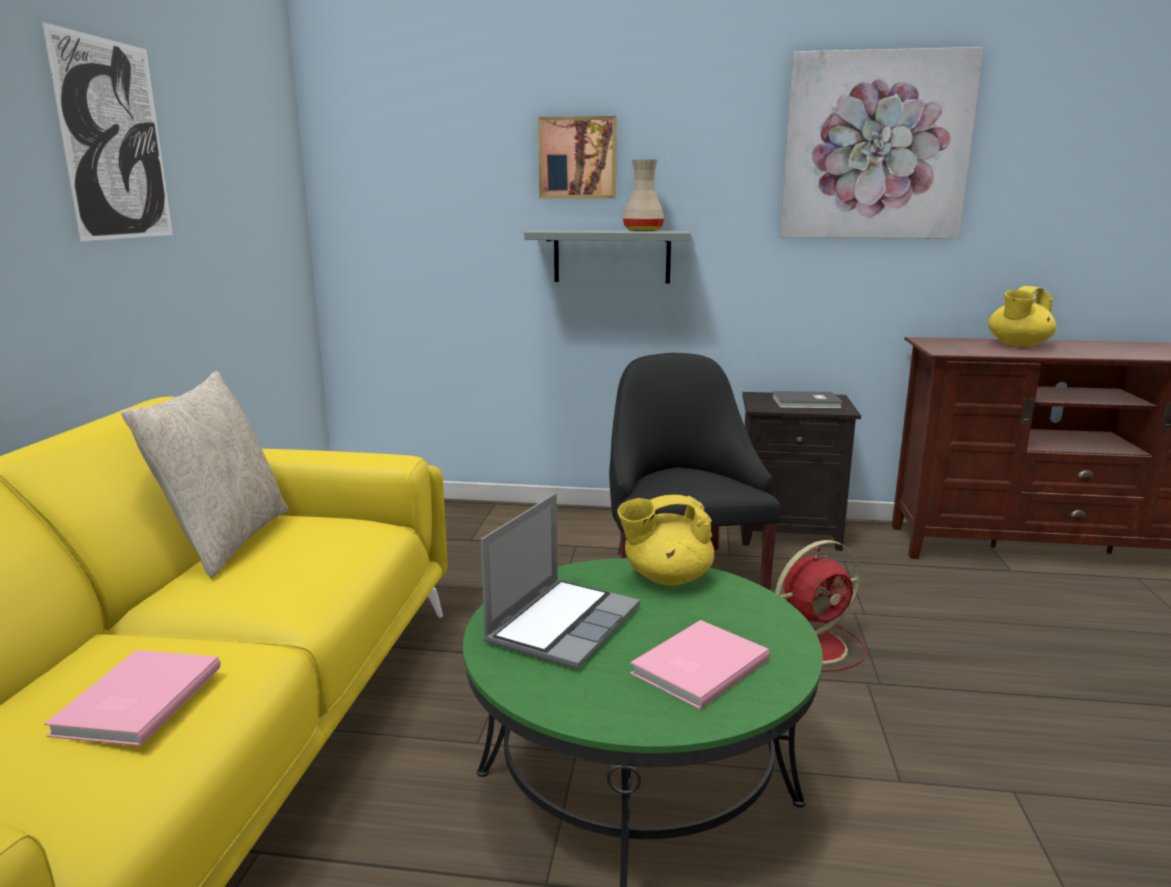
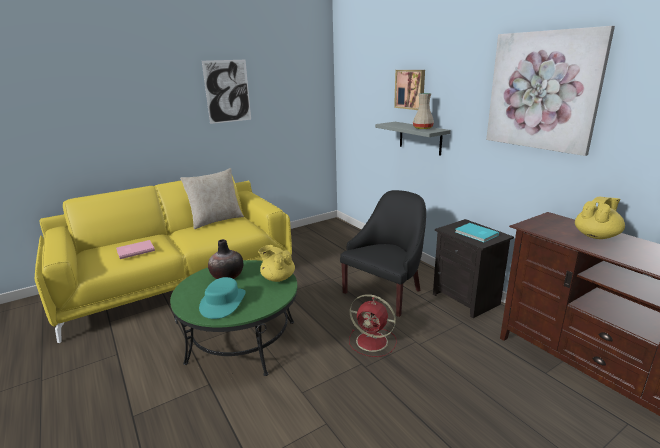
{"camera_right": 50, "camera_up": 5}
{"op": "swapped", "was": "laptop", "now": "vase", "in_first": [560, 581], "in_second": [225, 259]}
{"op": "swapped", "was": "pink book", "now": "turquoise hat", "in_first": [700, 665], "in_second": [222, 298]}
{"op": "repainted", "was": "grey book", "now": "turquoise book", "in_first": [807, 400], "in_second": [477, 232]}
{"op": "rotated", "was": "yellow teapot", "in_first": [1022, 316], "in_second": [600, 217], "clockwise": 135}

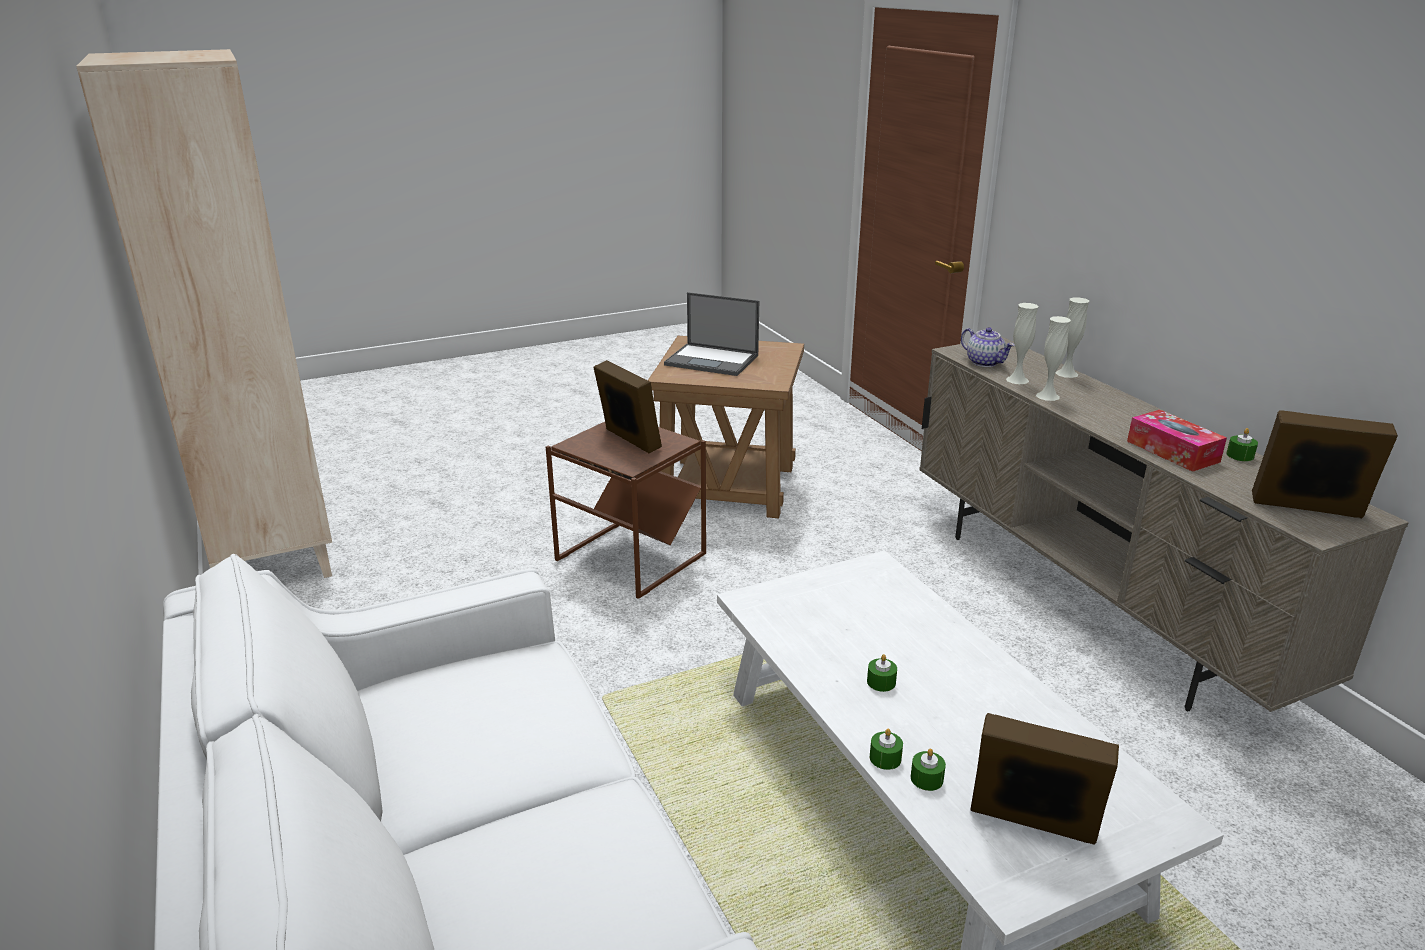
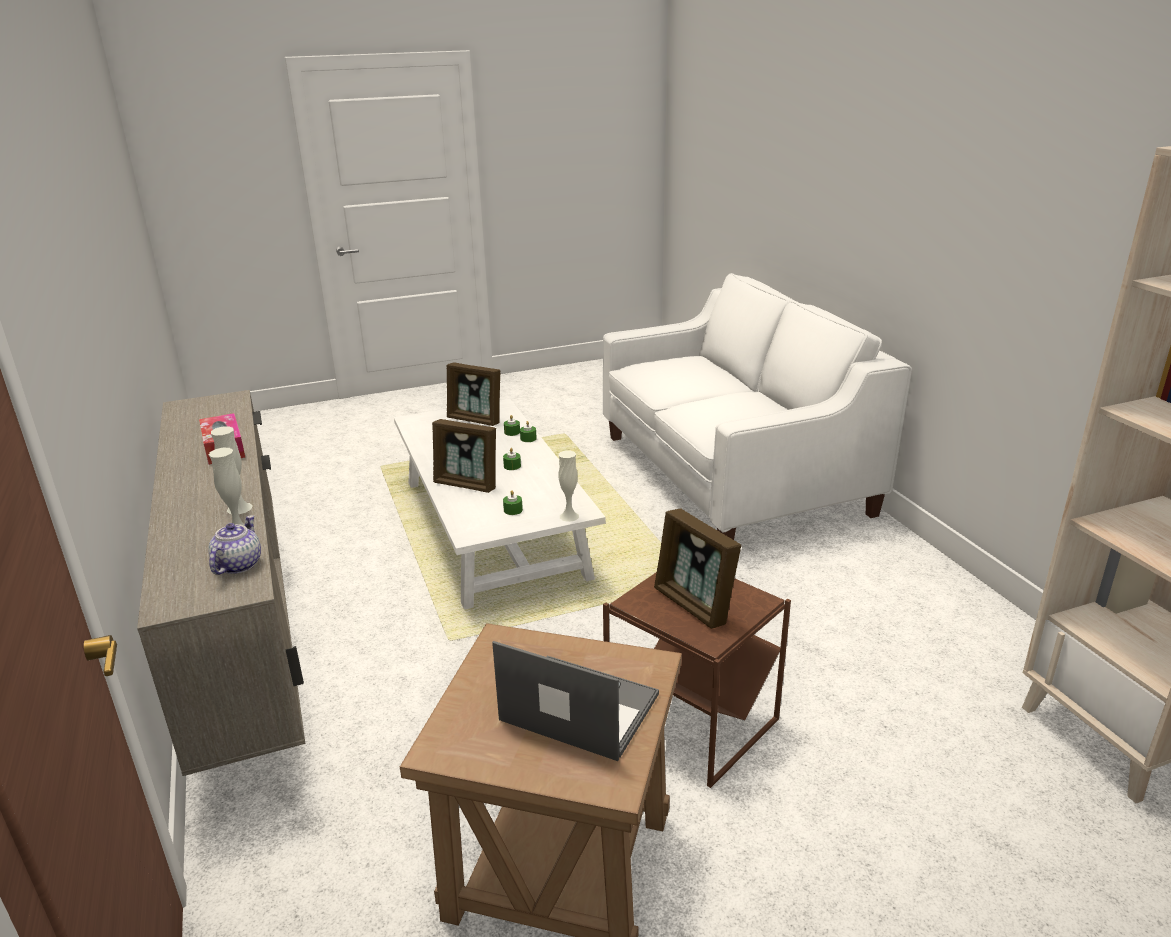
{"camera_right": -175, "camera_up": 0}
{"op": "rotated", "was": "teapot", "in_first": [988, 347], "in_second": [234, 545], "clockwise": 45}
{"op": "shifted", "was": "white vase", "in_first": [1072, 337], "in_second": [568, 486]}
{"op": "shifted", "was": "green candle", "in_first": [1242, 444], "in_second": [513, 502]}
{"op": "shifted", "was": "picture frame", "in_first": [1325, 464], "in_second": [464, 456]}

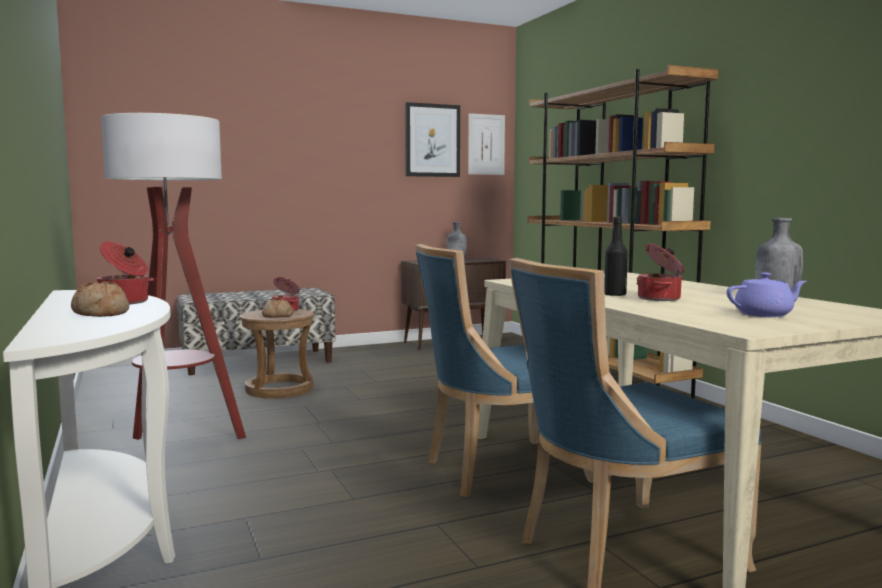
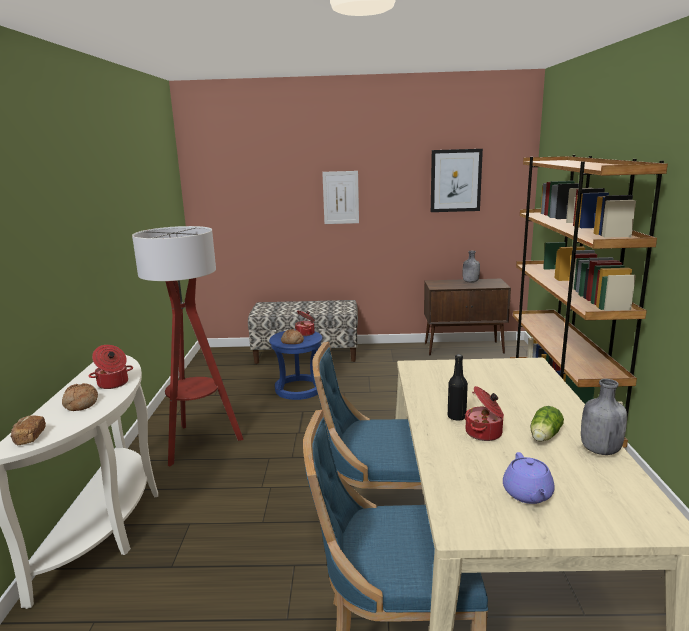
{"camera_right": 25, "camera_up": 10}
{"op": "repainted", "was": "brown stool", "now": "blue stool", "in_first": [276, 354], "in_second": [295, 365]}
{"op": "shifted", "was": "picture", "in_first": [486, 144], "in_second": [340, 197]}
{"op": "rotated", "was": "purple teapot", "in_first": [767, 294], "in_second": [529, 478], "clockwise": 75}
{"op": "new", "now": "bread", "in_second": [28, 430]}
{"op": "new", "now": "lettuce", "in_second": [547, 424]}

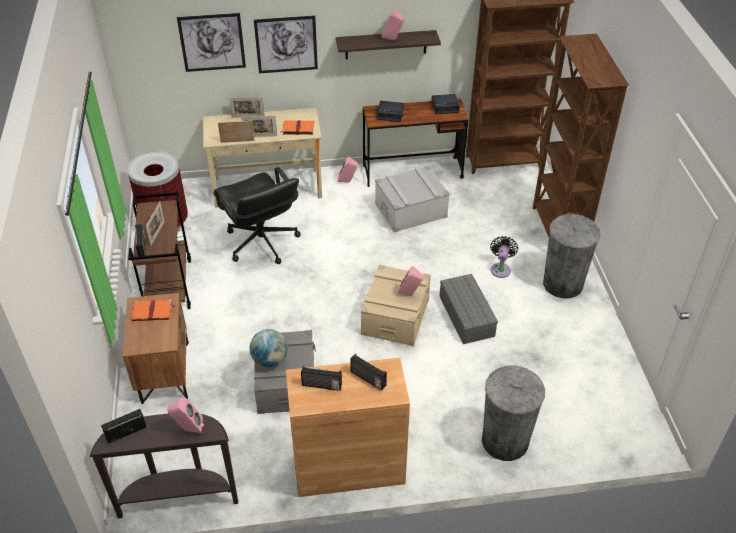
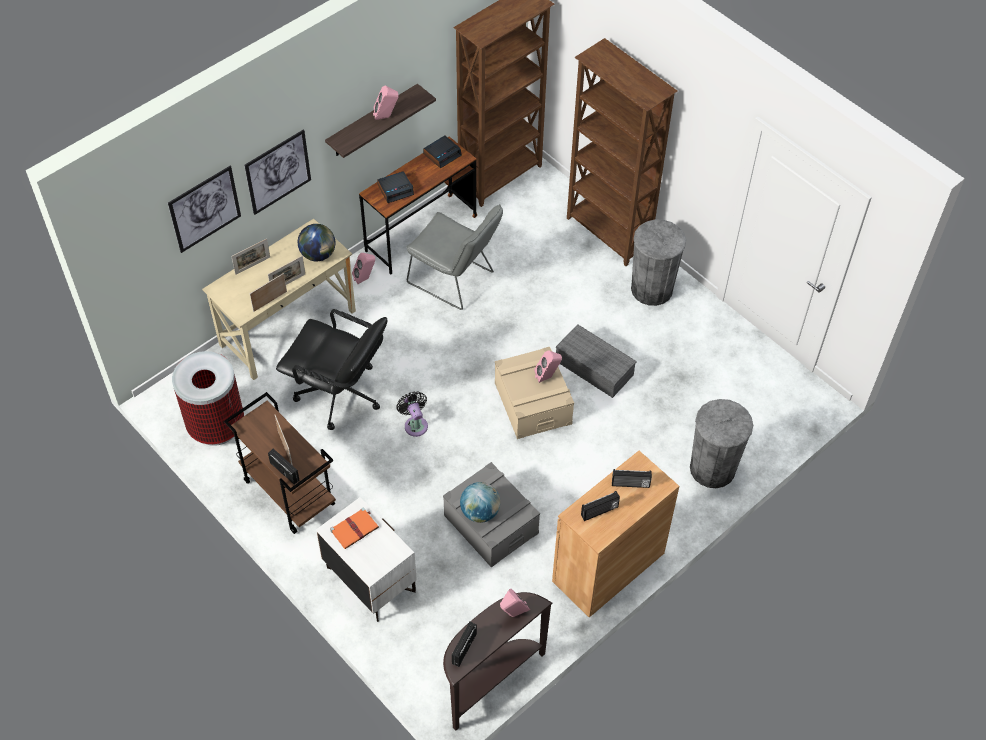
{"camera_right": -35, "camera_up": 10}
{"op": "repainted", "was": "brown nightstand", "now": "white nightstand", "in_first": [156, 348], "in_second": [366, 559]}
{"op": "swapped", "was": "orange book", "now": "globe", "in_first": [297, 127], "in_second": [316, 242]}
{"op": "swapped", "was": "grey storage box", "now": "grey chair", "in_first": [412, 199], "in_second": [454, 257]}
{"op": "shifted", "was": "black fan", "in_first": [504, 257], "in_second": [412, 414]}

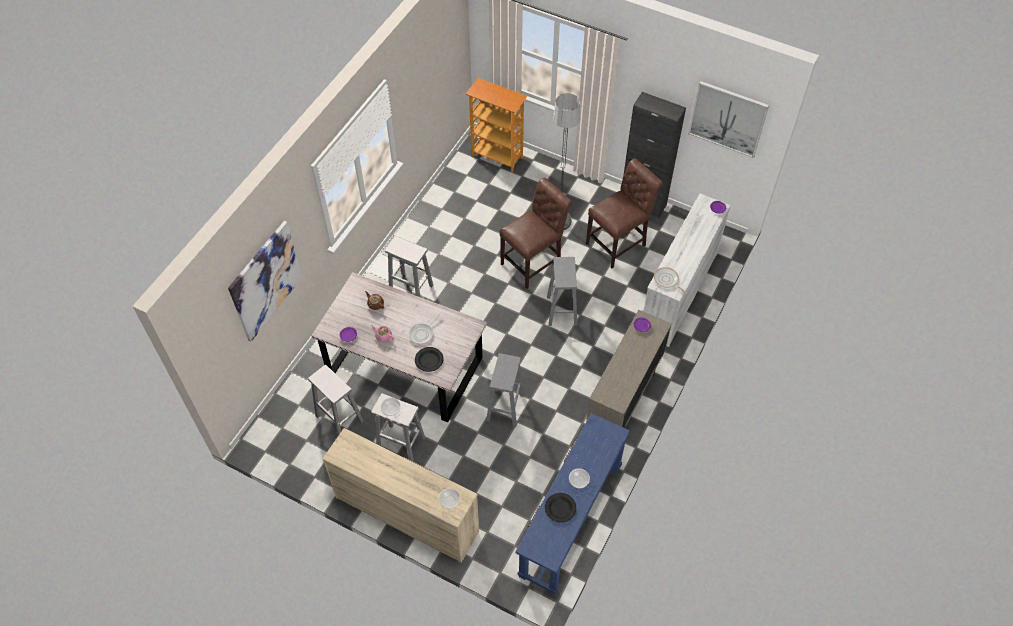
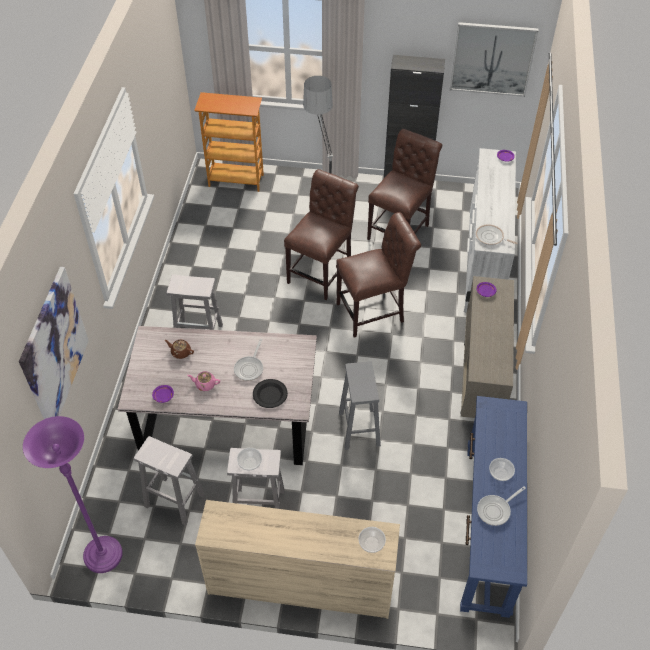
{"camera_right": -20, "camera_up": -5}
{"op": "swapped", "was": "black plate", "now": "frying pan", "in_first": [560, 508], "in_second": [501, 506]}
{"op": "swapped", "was": "grey stool", "now": "brown chair", "in_first": [562, 291], "in_second": [378, 274]}
{"op": "new", "now": "purple floor lamp", "in_second": [73, 494]}

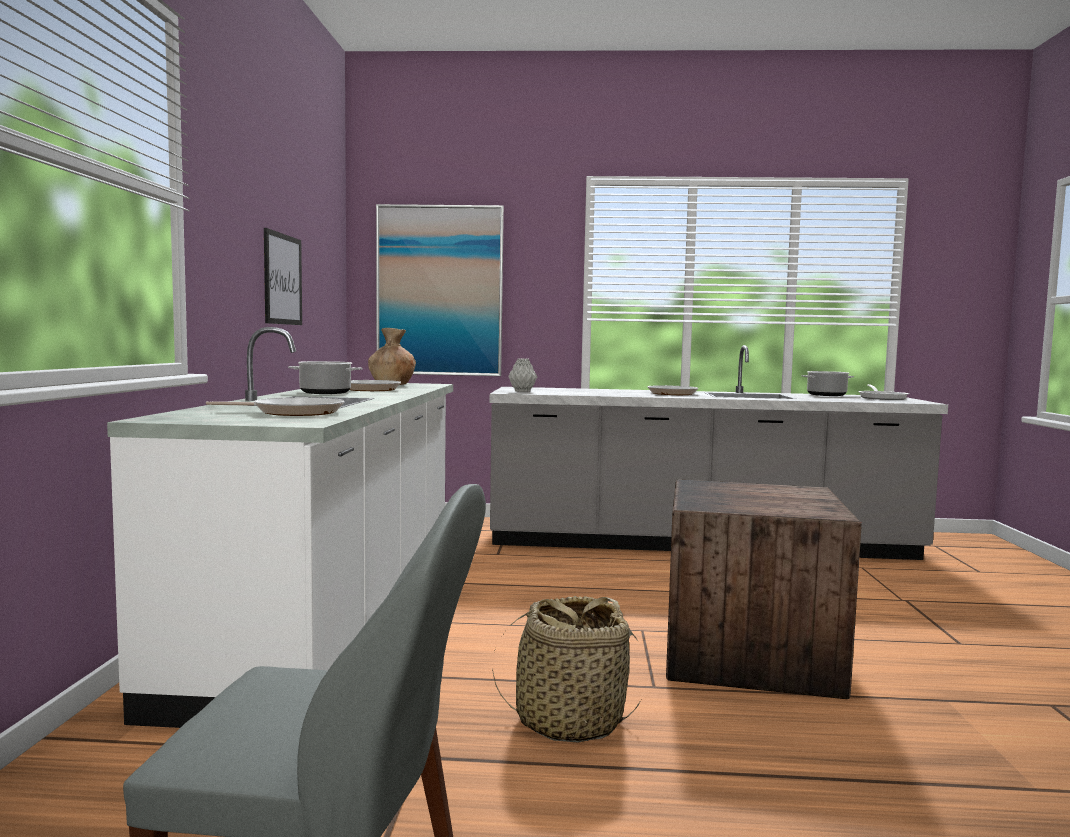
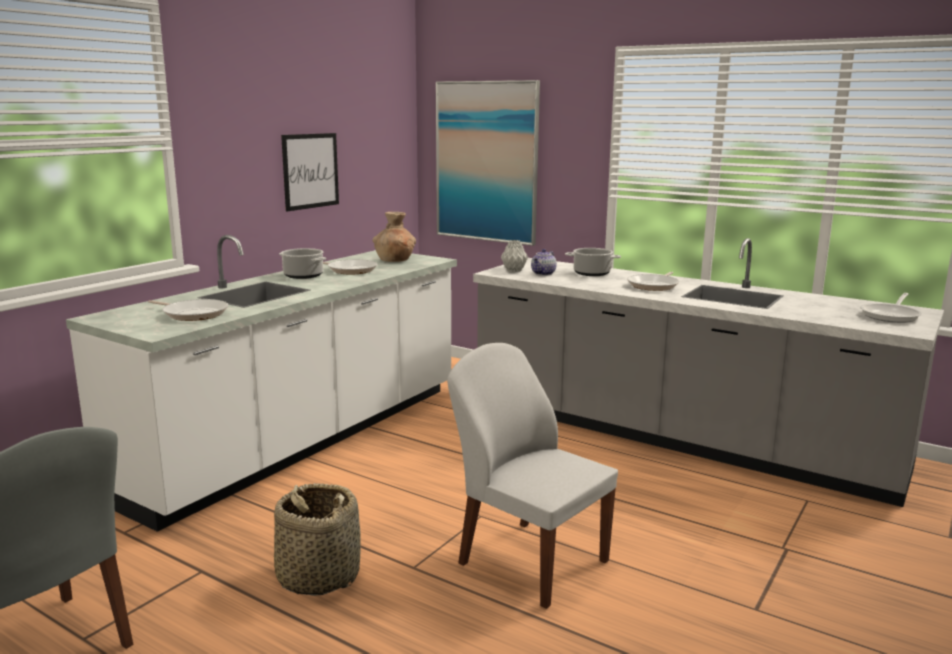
{"camera_right": 30, "camera_up": 10}
{"op": "swapped", "was": "crate", "now": "white chair", "in_first": [764, 589], "in_second": [532, 476]}
{"op": "shifted", "was": "cooking pot", "in_first": [827, 383], "in_second": [593, 262]}
{"op": "new", "now": "teapot", "in_second": [544, 262]}

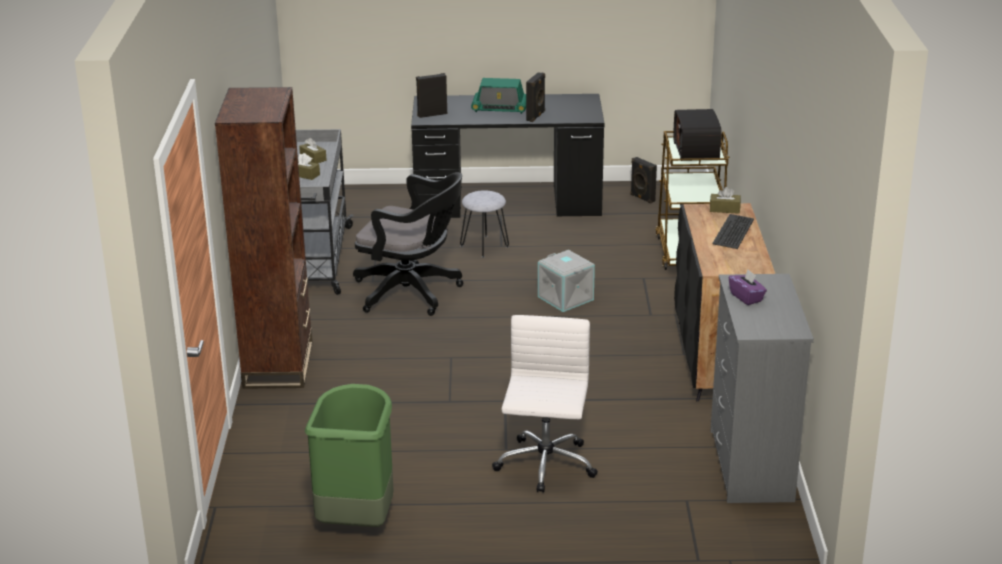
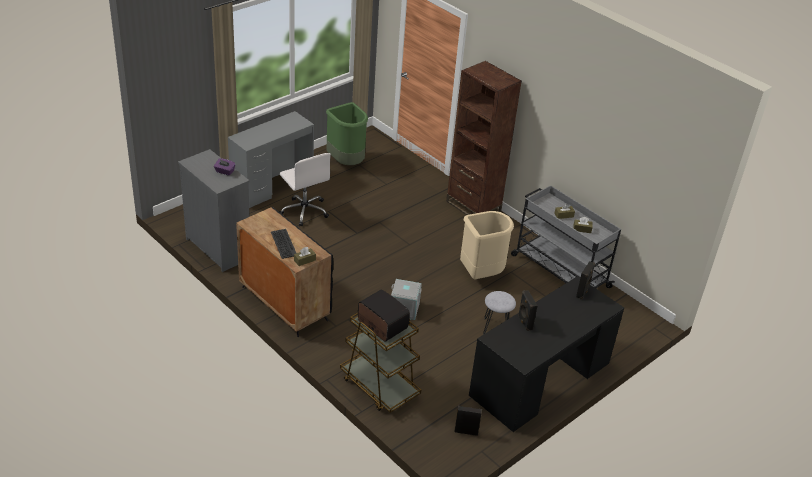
{"camera_right": 135, "camera_up": 10}
{"op": "swapped", "was": "black office chair", "now": "beige trash can", "in_first": [408, 244], "in_second": [487, 245]}
{"op": "gone", "was": "radio", "in_first": [498, 96]}
{"op": "new", "now": "grey desk", "in_second": [271, 159]}

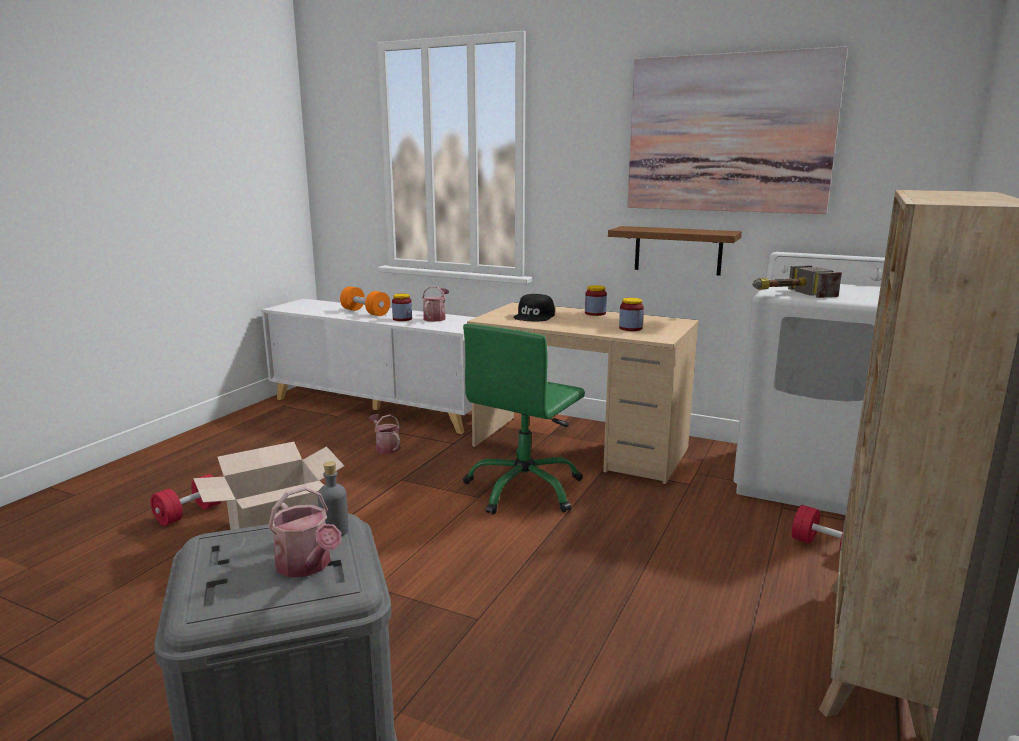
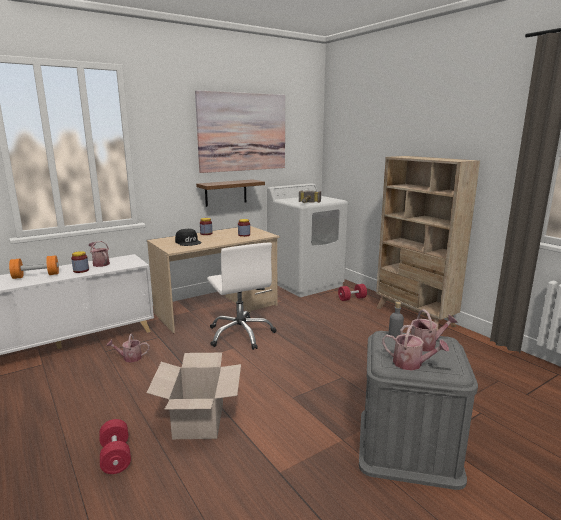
{"camera_right": -60, "camera_up": 0}
{"op": "repainted", "was": "green office chair", "now": "white office chair", "in_first": [524, 419], "in_second": [242, 296]}
{"op": "new", "now": "watering can", "in_second": [415, 347]}

